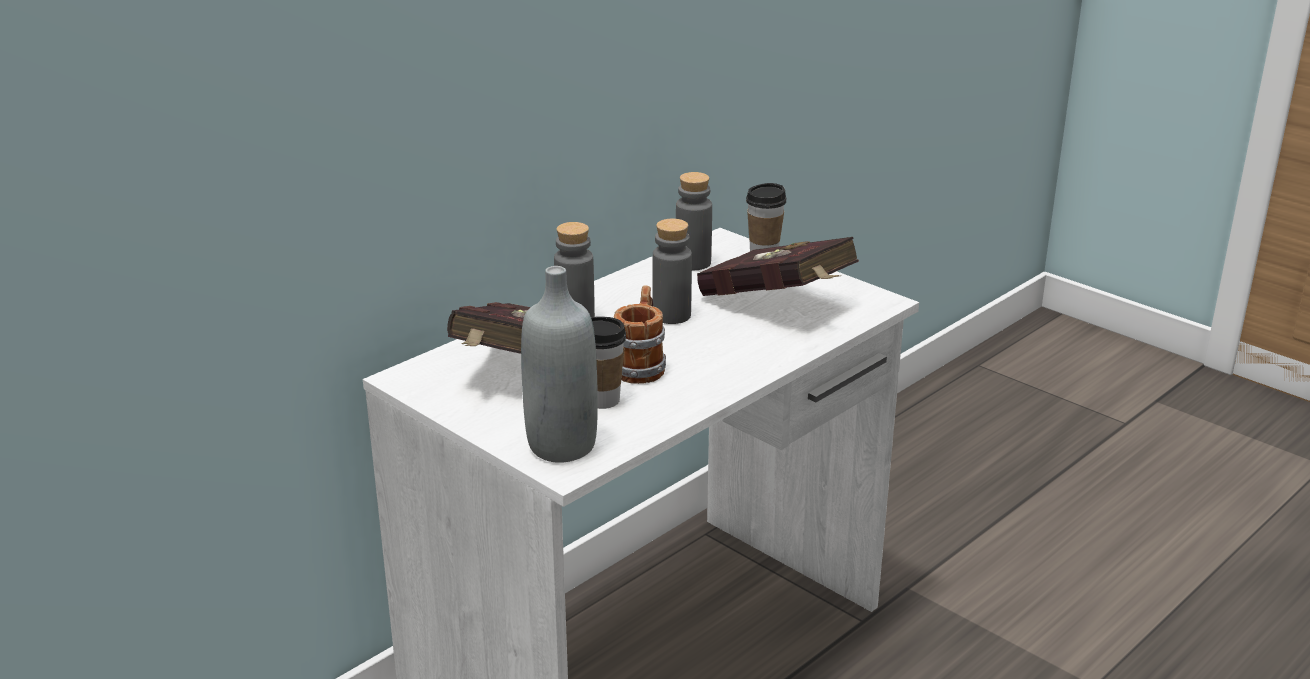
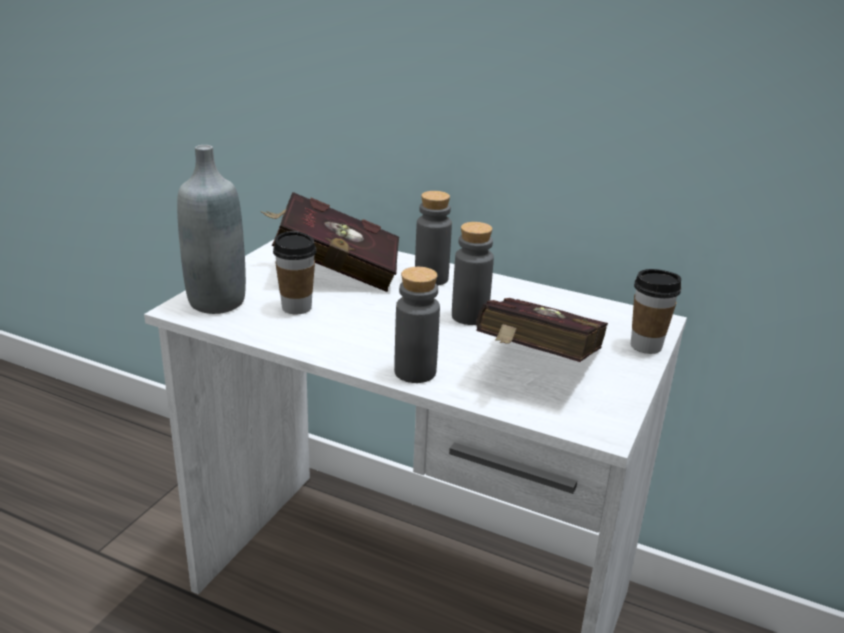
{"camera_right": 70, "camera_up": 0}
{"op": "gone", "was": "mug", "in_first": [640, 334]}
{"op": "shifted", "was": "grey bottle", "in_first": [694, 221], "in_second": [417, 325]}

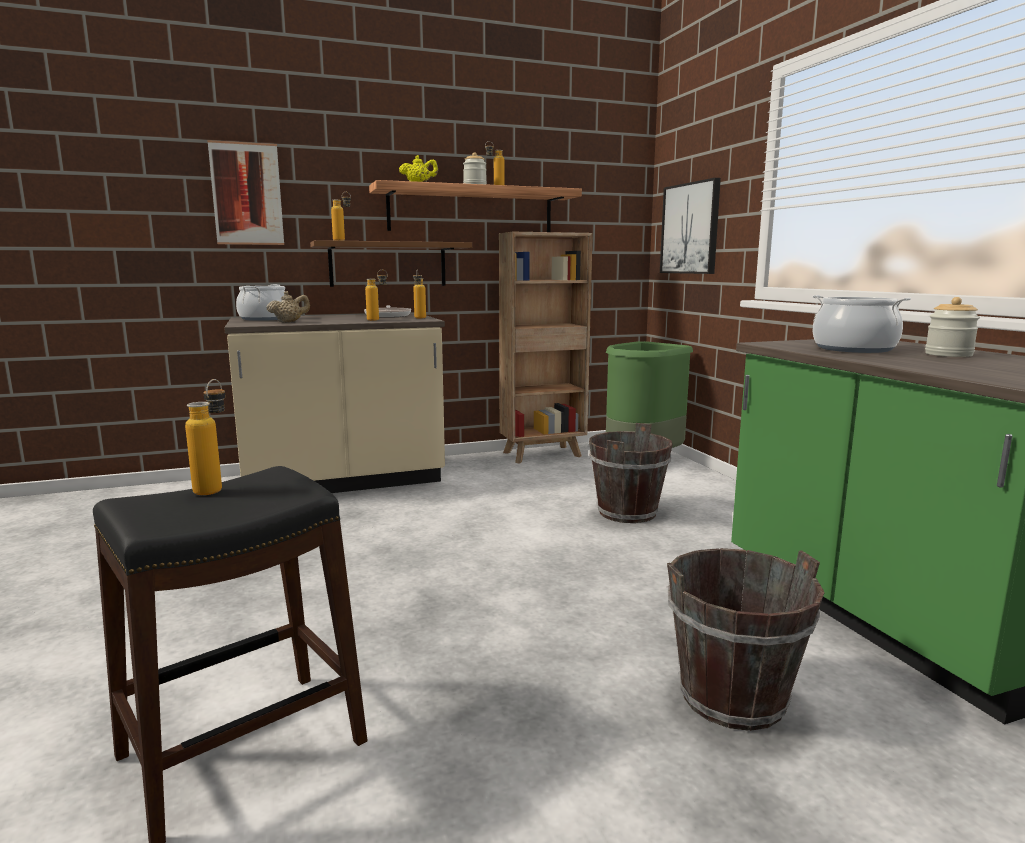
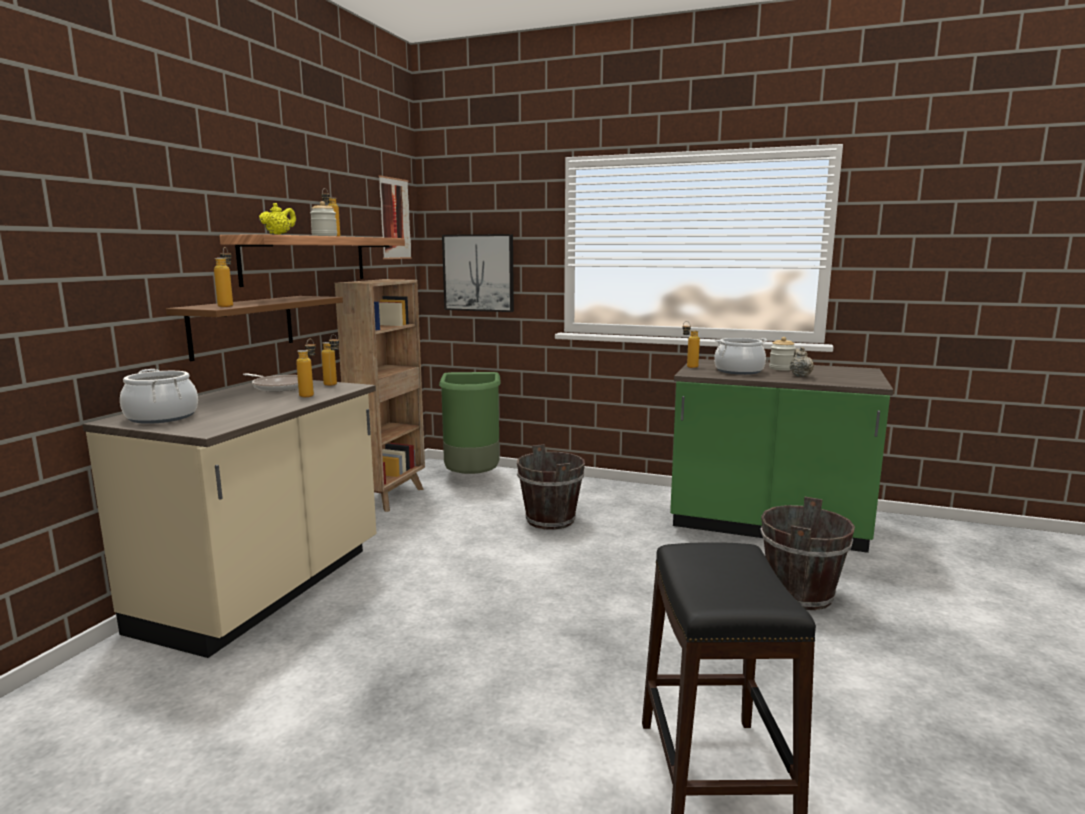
{"camera_right": -50, "camera_up": 0}
{"op": "shifted", "was": "bottle", "in_first": [205, 437], "in_second": [691, 344]}
{"op": "shifted", "was": "picture", "in_first": [245, 192], "in_second": [395, 217]}
{"op": "shifted", "was": "beige teapot", "in_first": [288, 307], "in_second": [802, 362]}

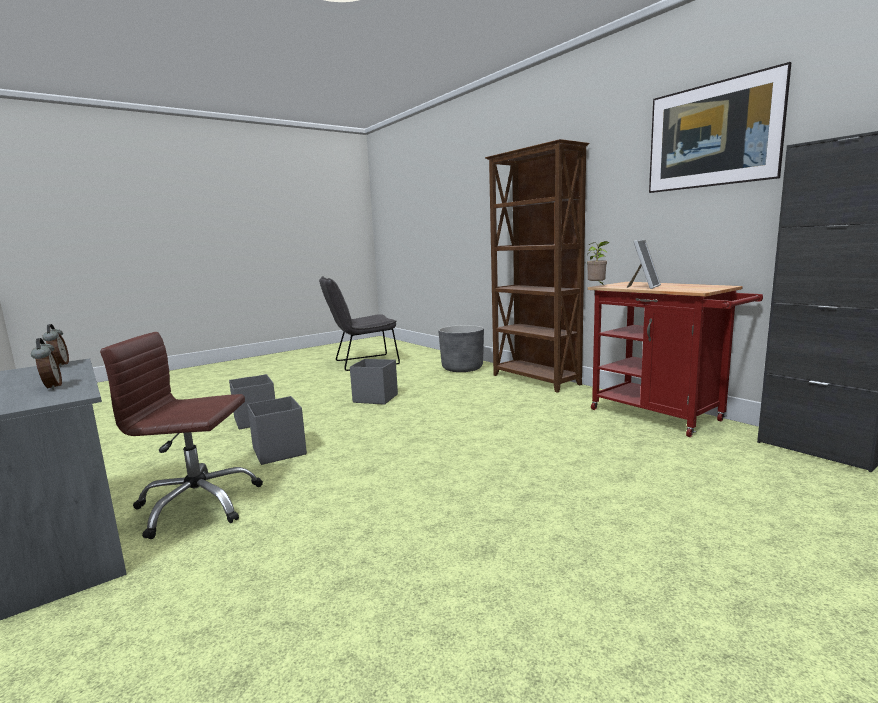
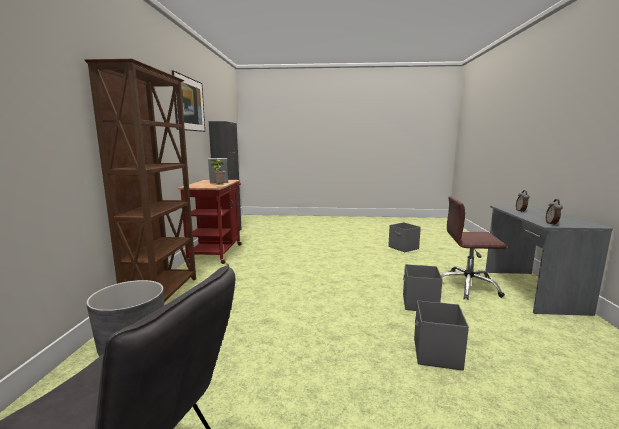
{"camera_right": -140, "camera_up": 0}
{"op": "rotated", "was": "brown office chair", "in_first": [181, 435], "in_second": [474, 248], "clockwise": 150}
{"op": "shifted", "was": "grey storage box", "in_first": [374, 382], "in_second": [404, 237]}

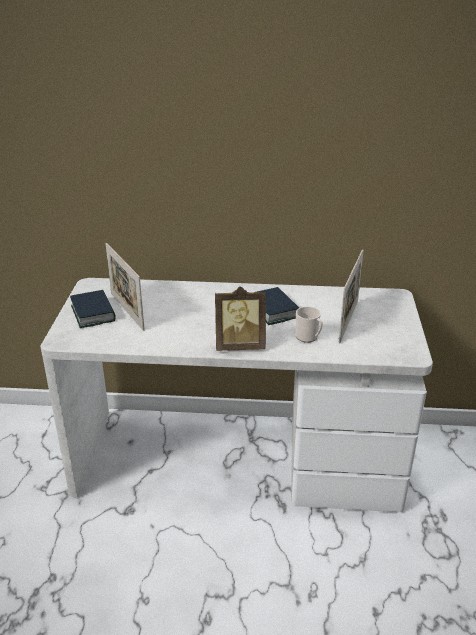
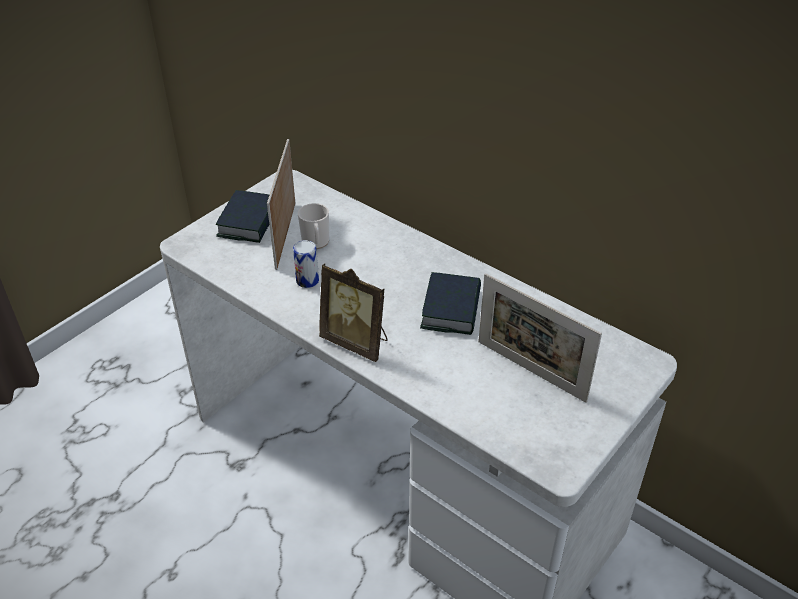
{"camera_right": 35, "camera_up": 10}
{"op": "shifted", "was": "mug", "in_first": [309, 324], "in_second": [313, 226]}
{"op": "rotated", "was": "picture frame", "in_first": [351, 296], "in_second": [540, 338], "clockwise": 75}
{"op": "new", "now": "can", "in_second": [306, 264]}

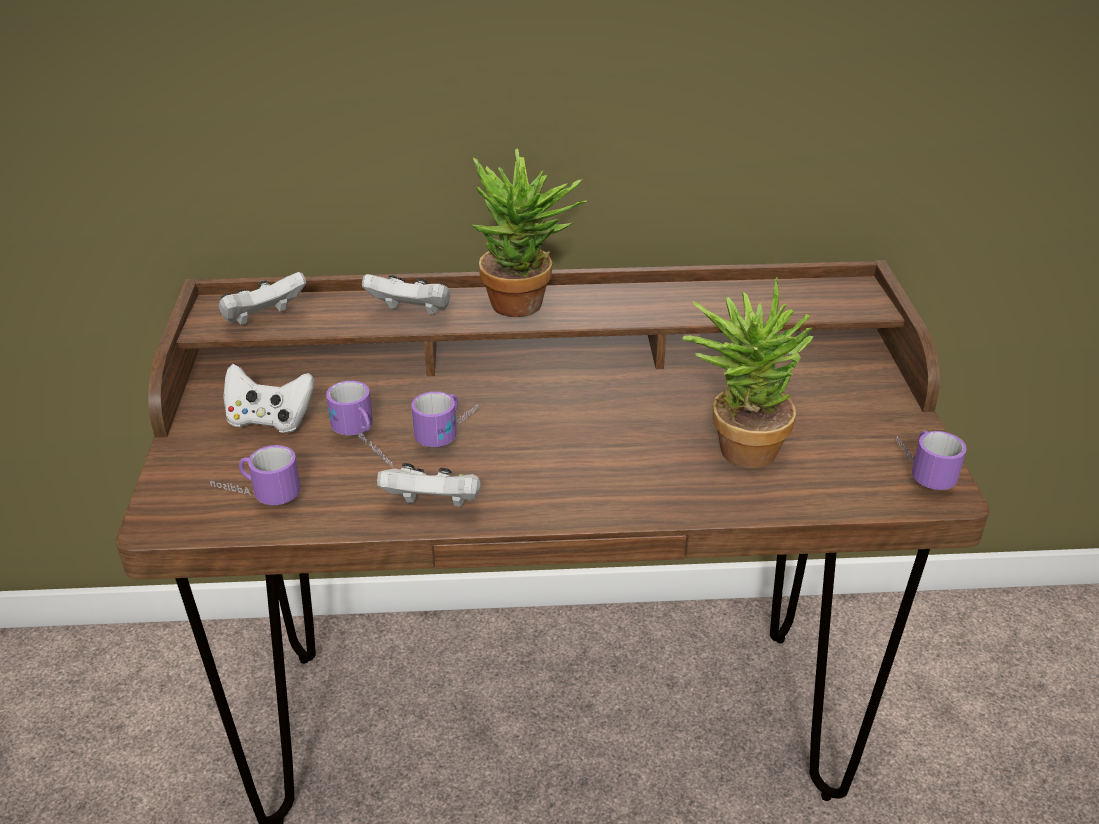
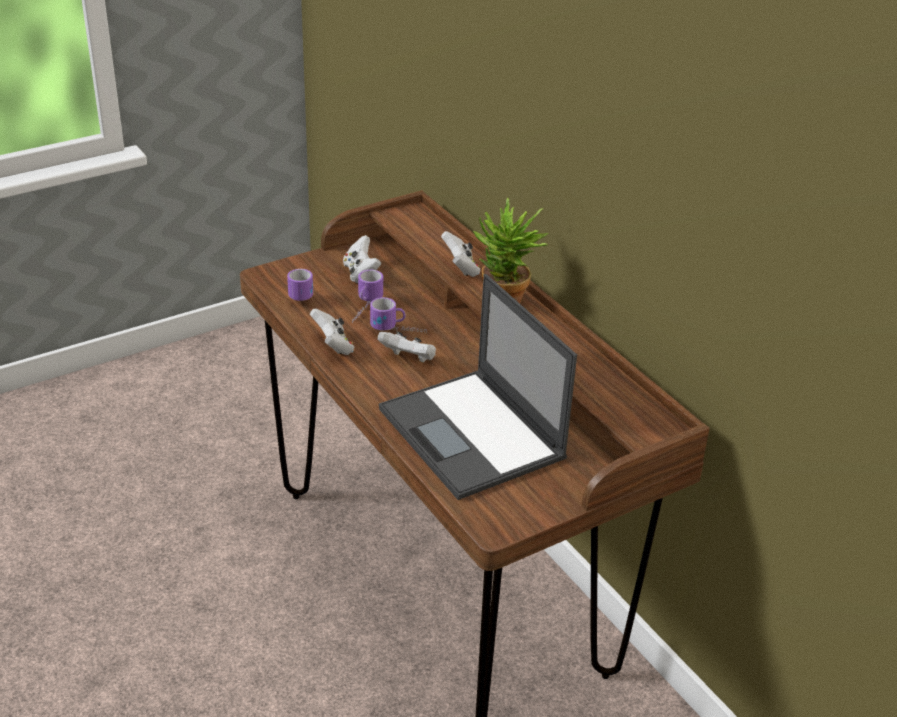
{"camera_right": 60, "camera_up": 0}
{"op": "shifted", "was": "white game controller", "in_first": [262, 298], "in_second": [407, 347]}
{"op": "swapped", "was": "potted plant", "now": "laptop", "in_first": [748, 372], "in_second": [478, 387]}
{"op": "gone", "was": "mug", "in_first": [931, 460]}

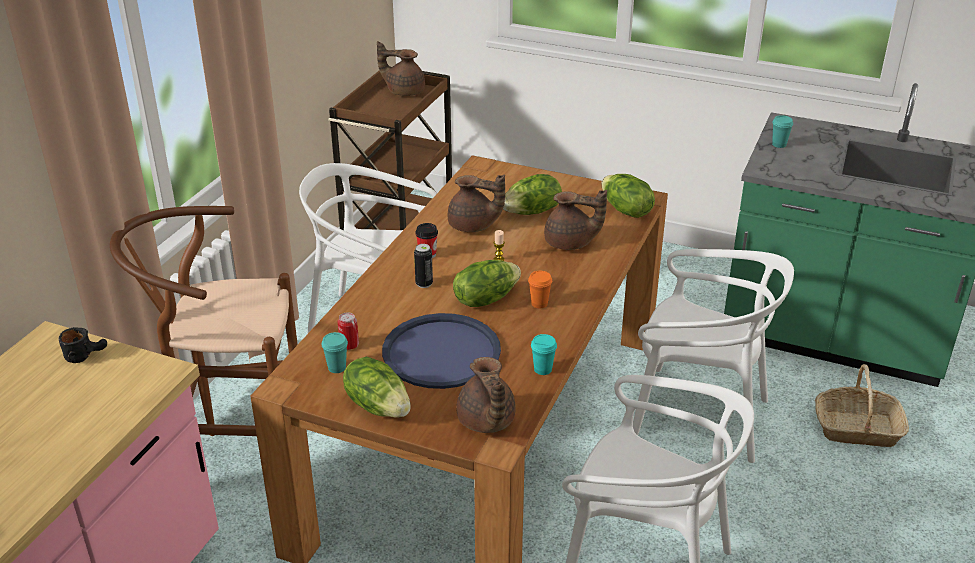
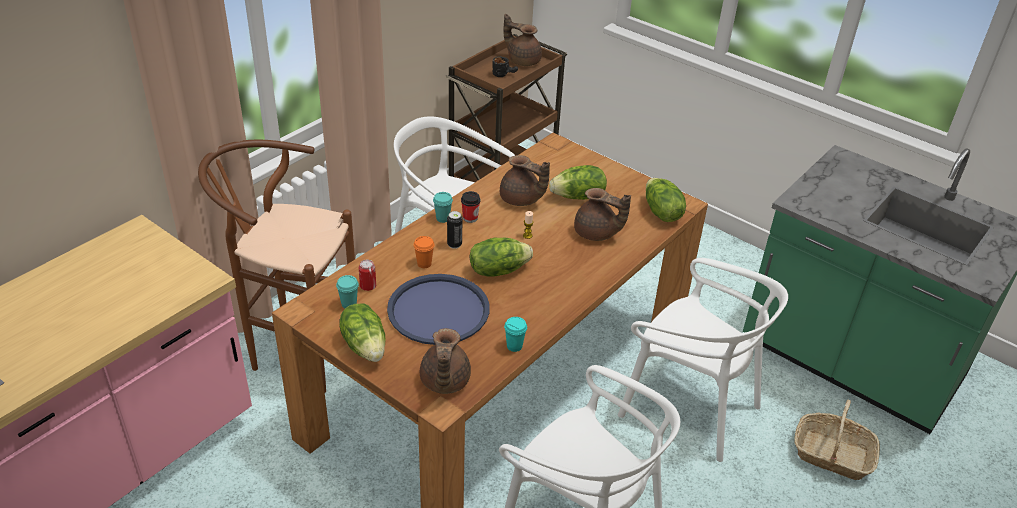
{"camera_right": 15, "camera_up": 5}
{"op": "shifted", "was": "black mug", "in_first": [82, 345], "in_second": [505, 66]}
{"op": "shifted", "was": "orange cup", "in_first": [540, 289], "in_second": [424, 252]}
{"op": "shifted", "was": "turquoise cup", "in_first": [782, 131], "in_second": [443, 207]}

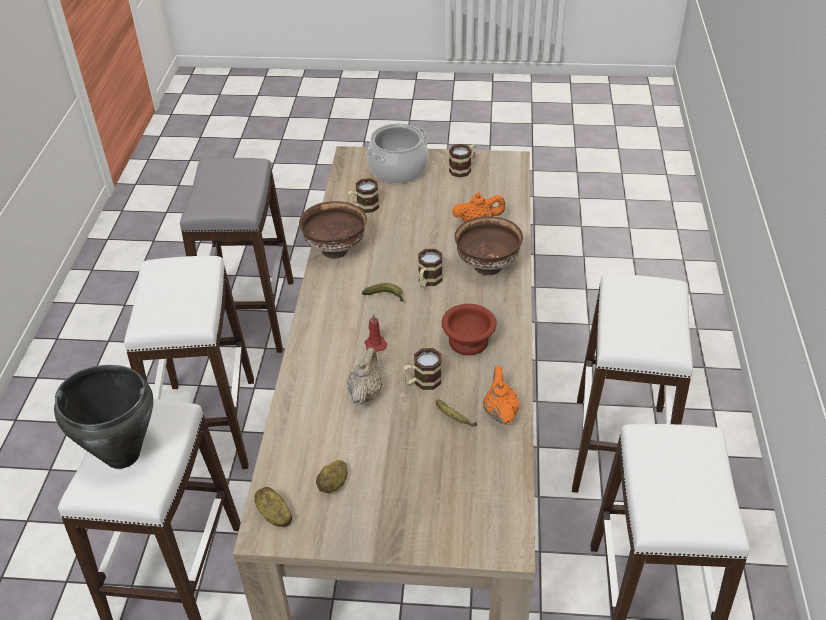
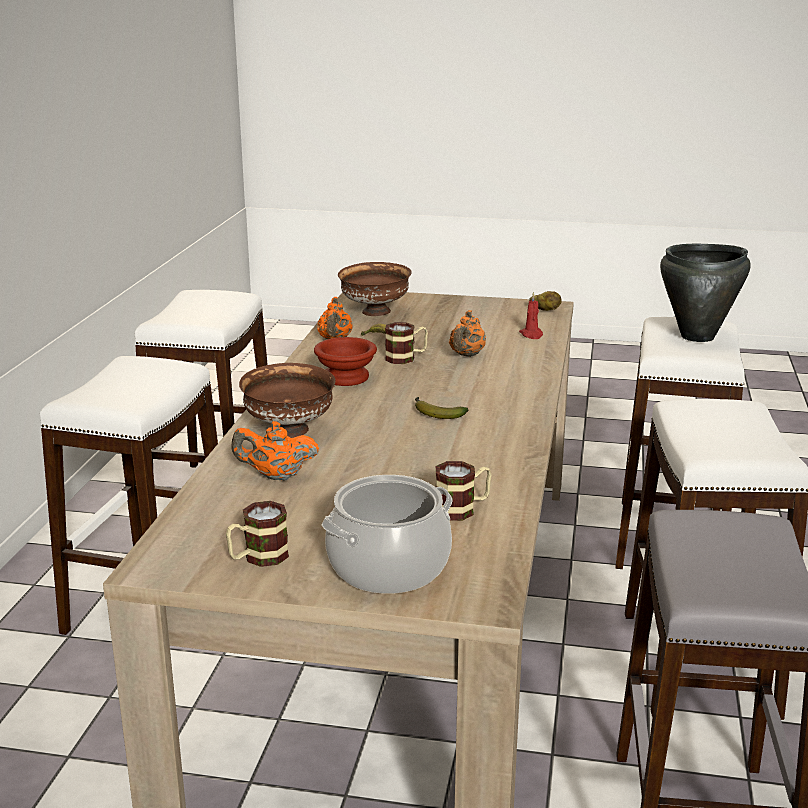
{"camera_right": -175, "camera_up": -20}
{"op": "shifted", "was": "brown bowl", "in_first": [333, 229], "in_second": [375, 289]}
{"op": "gone", "was": "potato", "in_first": [332, 476]}
{"op": "repainted", "was": "beige teapot", "now": "orange teapot", "in_first": [364, 376], "in_second": [467, 333]}
{"op": "shifted", "was": "red candle", "in_first": [376, 333], "in_second": [531, 315]}
{"op": "gone", "was": "mug", "in_first": [430, 268]}

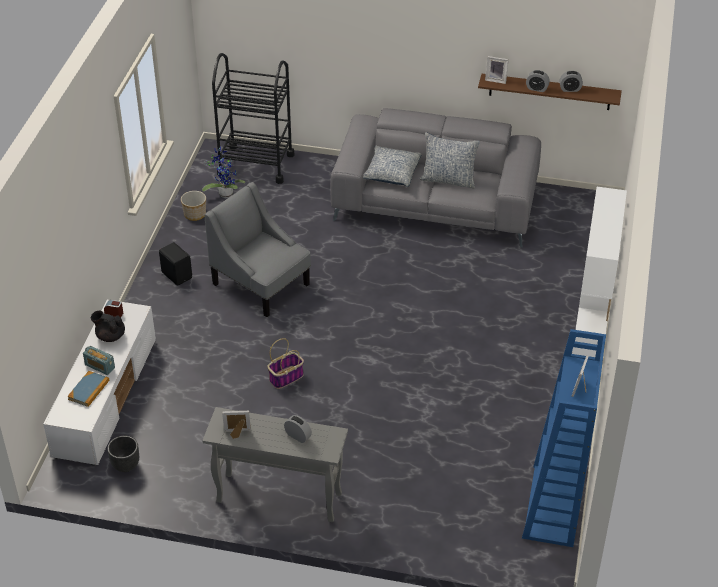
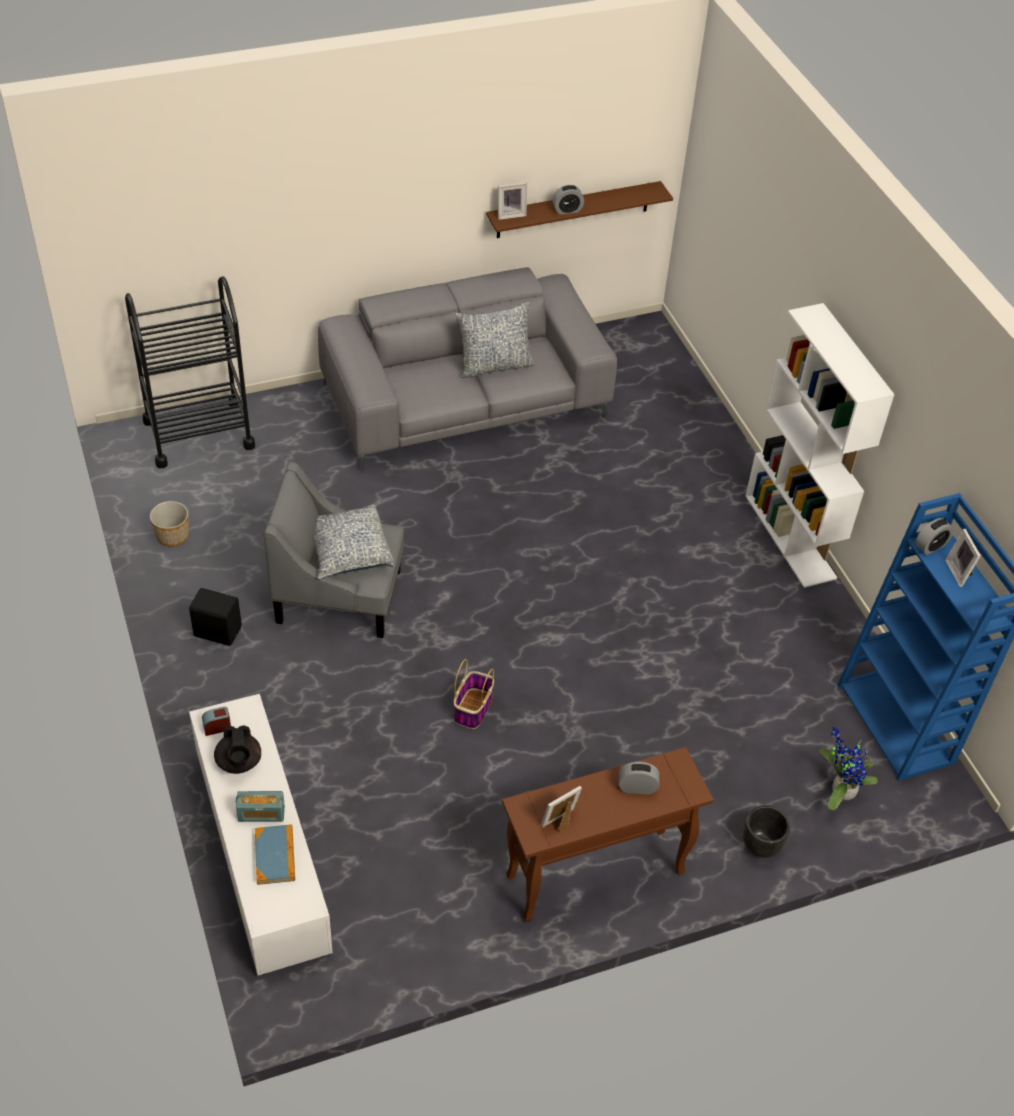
{"camera_right": -35, "camera_up": 5}
{"op": "rotated", "was": "black teapot", "in_first": [108, 326], "in_second": [237, 749], "clockwise": -90}
{"op": "shifted", "was": "black planter", "in_first": [123, 454], "in_second": [766, 831]}
{"op": "shifted", "was": "potted plant", "in_first": [224, 172], "in_second": [849, 768]}
{"op": "repainted", "was": "grey console table", "now": "brown console table", "in_first": [275, 464], "in_second": [608, 834]}
{"op": "shifted", "was": "pillow", "in_first": [392, 166], "in_second": [354, 542]}
{"op": "shifted", "was": "alarm clock", "in_first": [571, 81], "in_second": [934, 536]}

